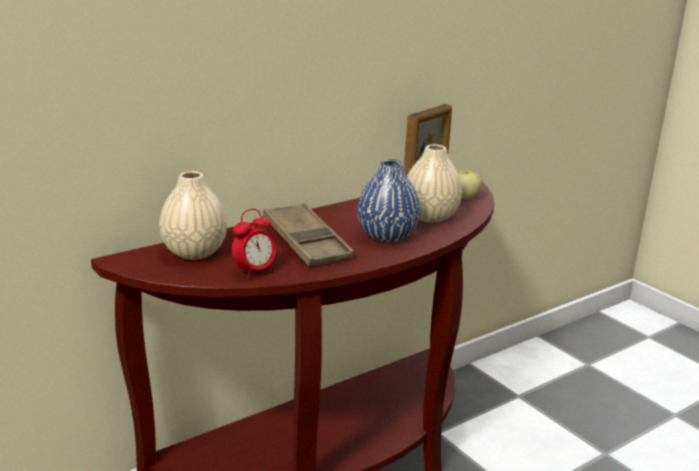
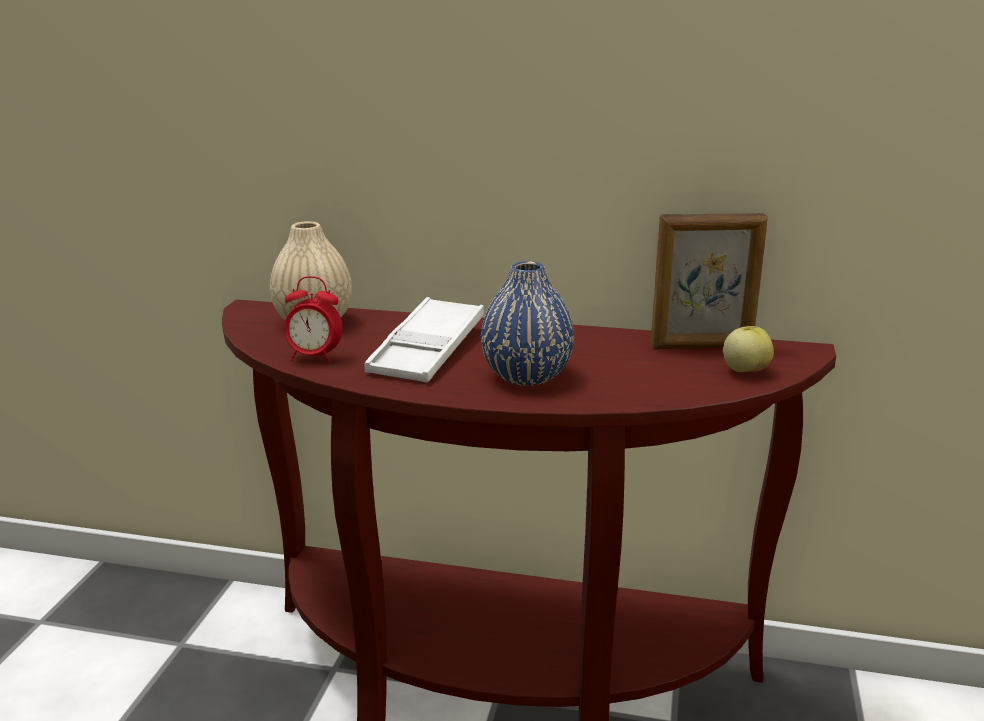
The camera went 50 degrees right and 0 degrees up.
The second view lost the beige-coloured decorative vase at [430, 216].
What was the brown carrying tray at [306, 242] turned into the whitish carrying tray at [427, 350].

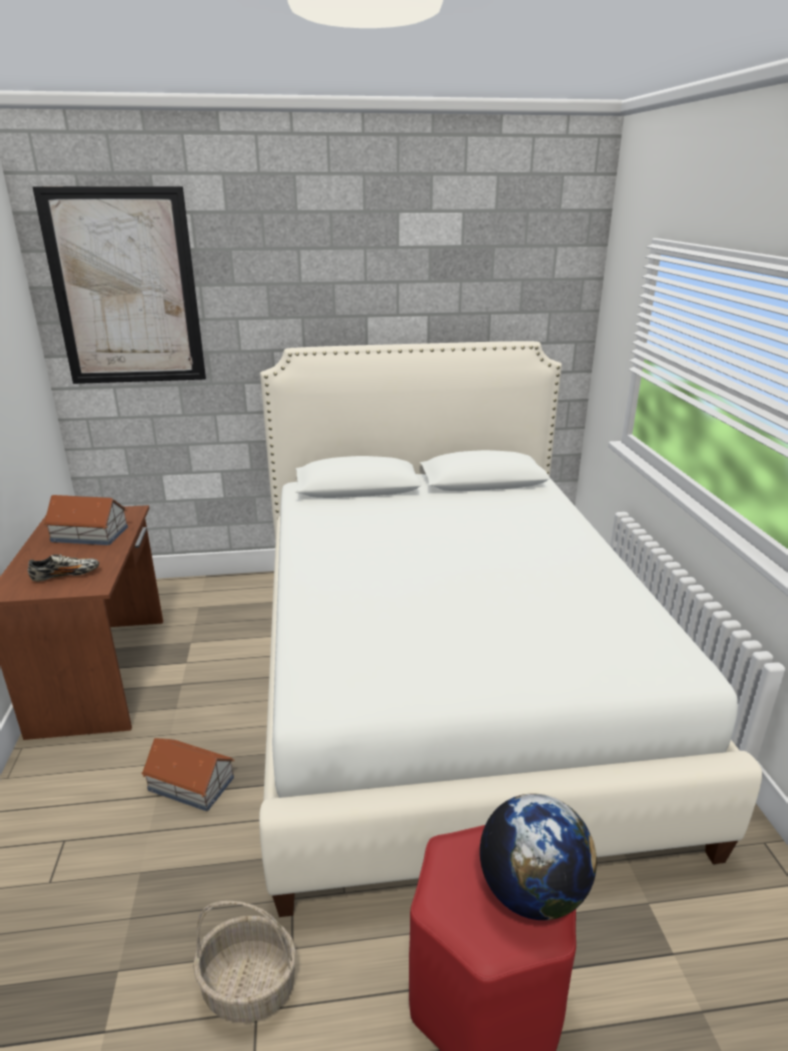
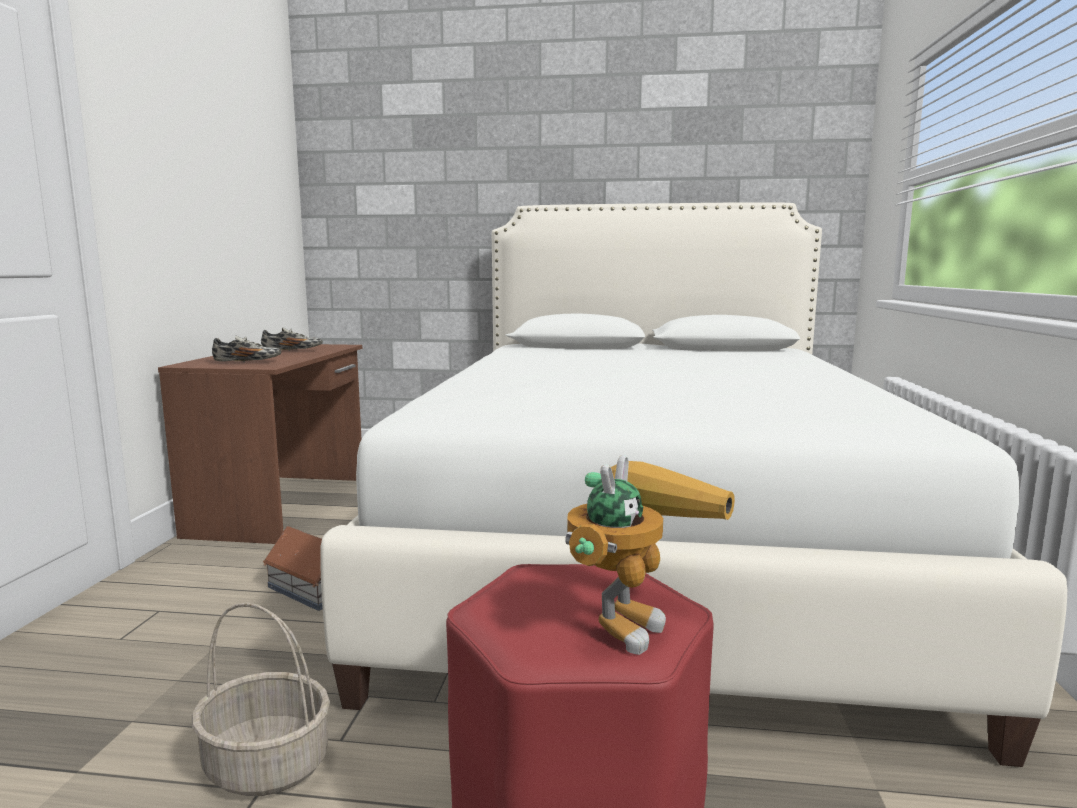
The camera went 15 degrees right and 15 degrees down.
The second view lost the wall art at [125, 289].
Where the model house stood at [89, 534], the item of footwear came to stand at [292, 350].
Where the world globe stood at [531, 892], the model robot came to stand at [631, 617].

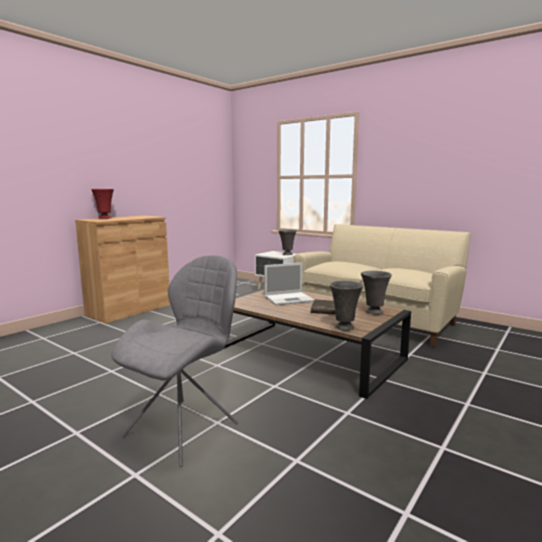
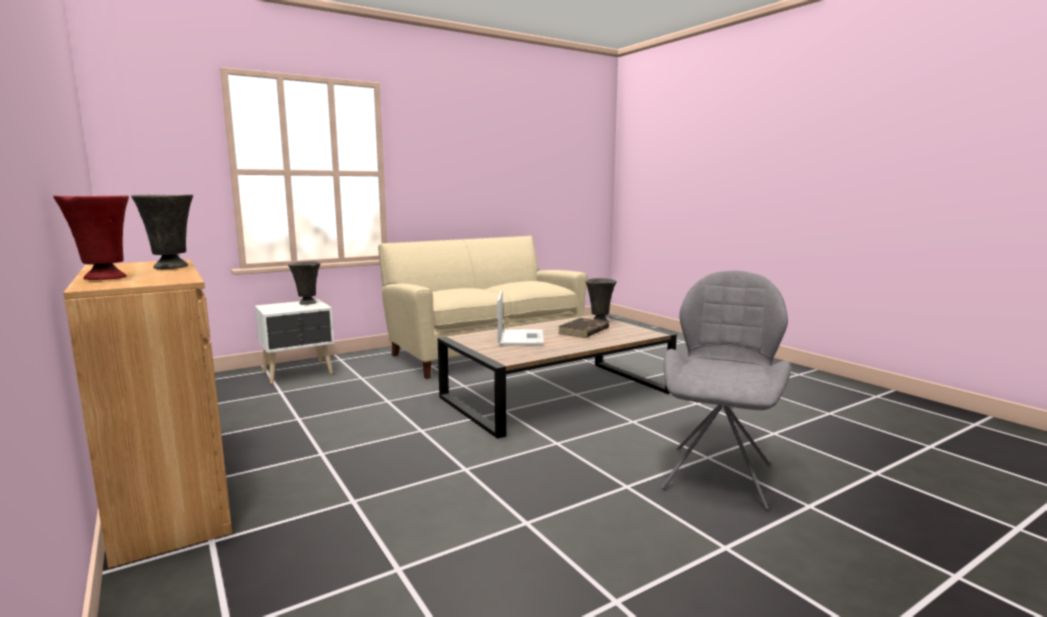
The camera went 70 degrees left and 0 degrees up.
The gray decorative vase ended up elsewhere, having gone from [344, 328] to [171, 267].
The gray upright chair at [185, 428] ended up facing another way, 60 degrees clockwise from before.

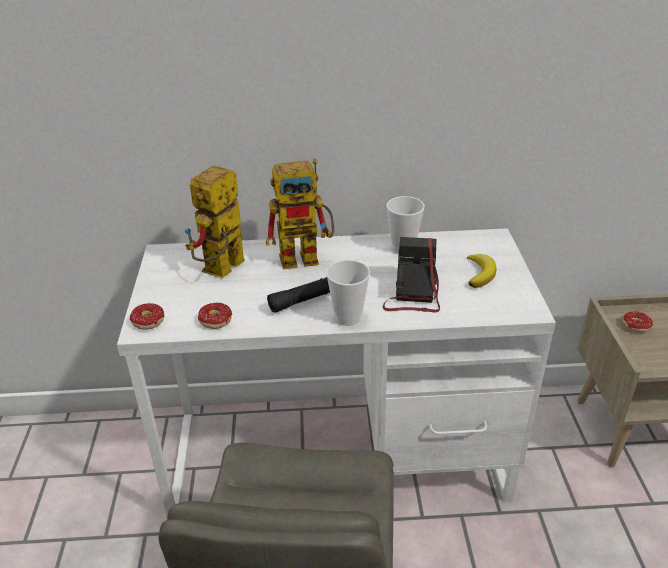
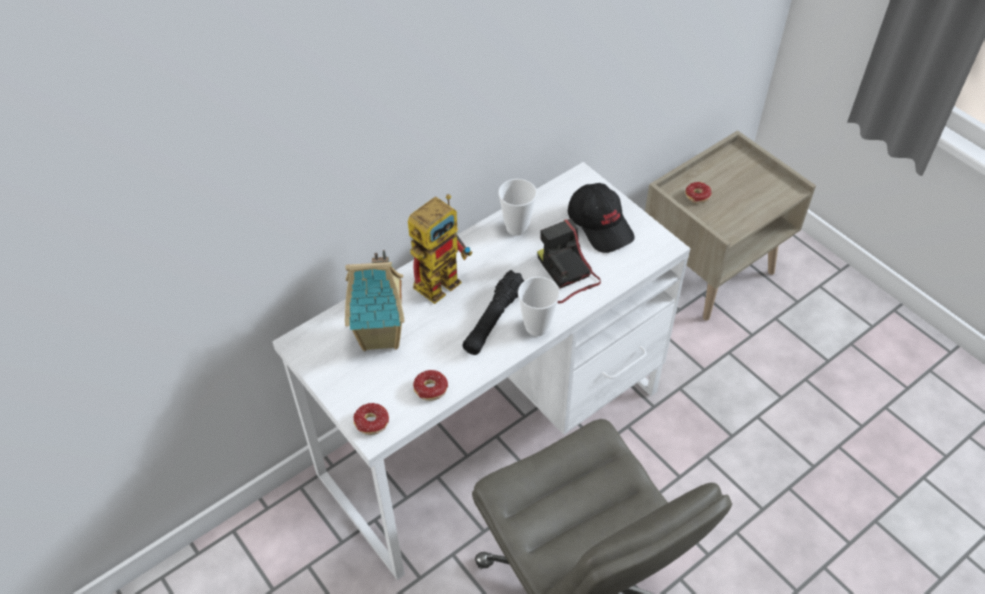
The camera went 35 degrees left and 15 degrees up.
Where the model robot stood at [221, 272], the model house came to stand at [382, 336].
Where the whole banana stood at [480, 273], the black-coloured cap came to stand at [600, 225].

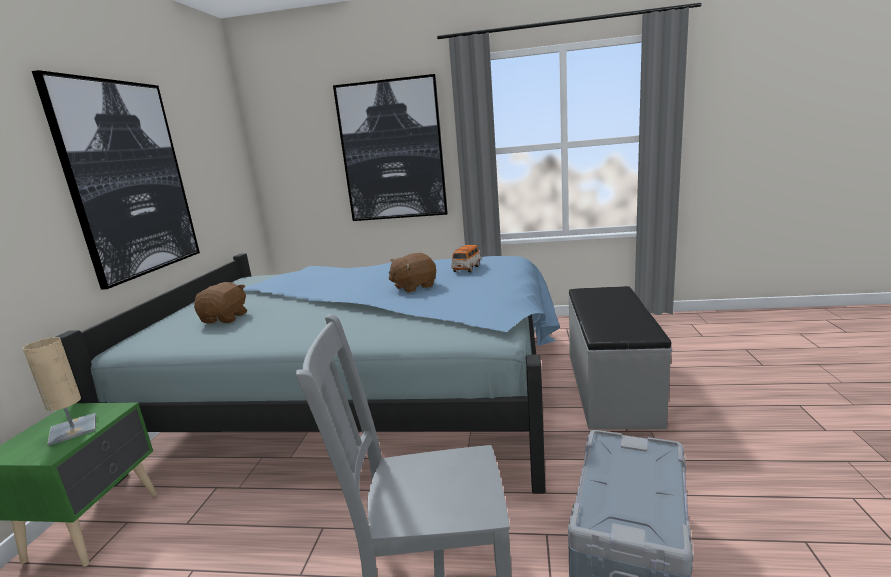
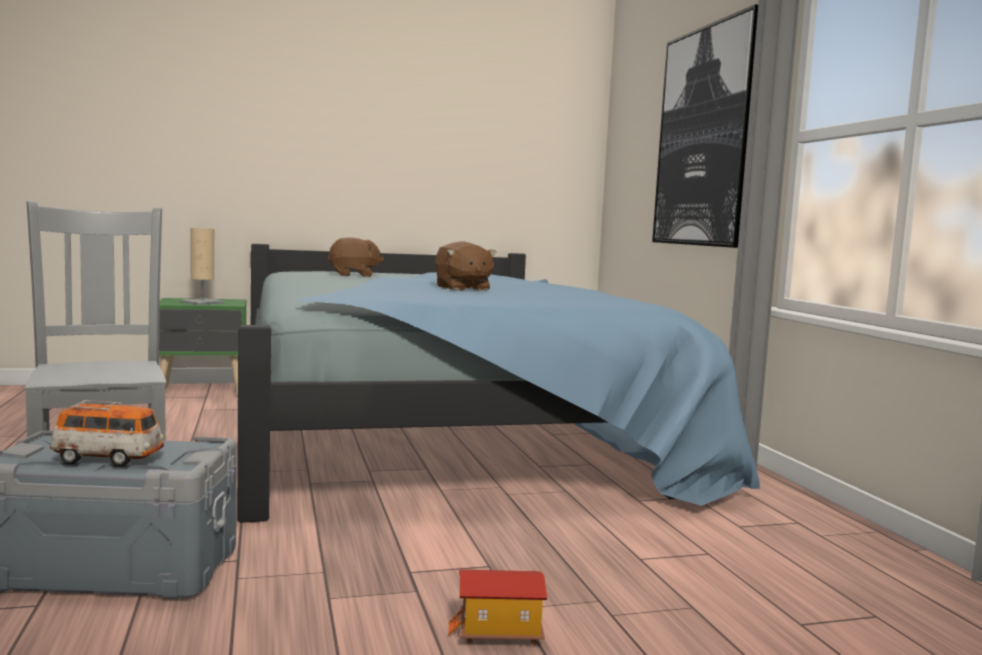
The camera went 65 degrees right and 10 degrees down.
The second view lost the wall art at [128, 179].
The second view lost the gray long seat at [609, 386].
The second view gained the model house at [499, 633].
The model car ended up elsewhere, having gone from [467, 268] to [108, 459].
The brown plush toy at [413, 287] ended up facing another way, 150 degrees counterclockwise from before.

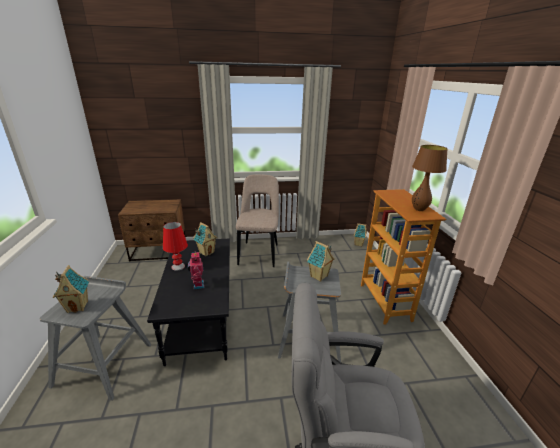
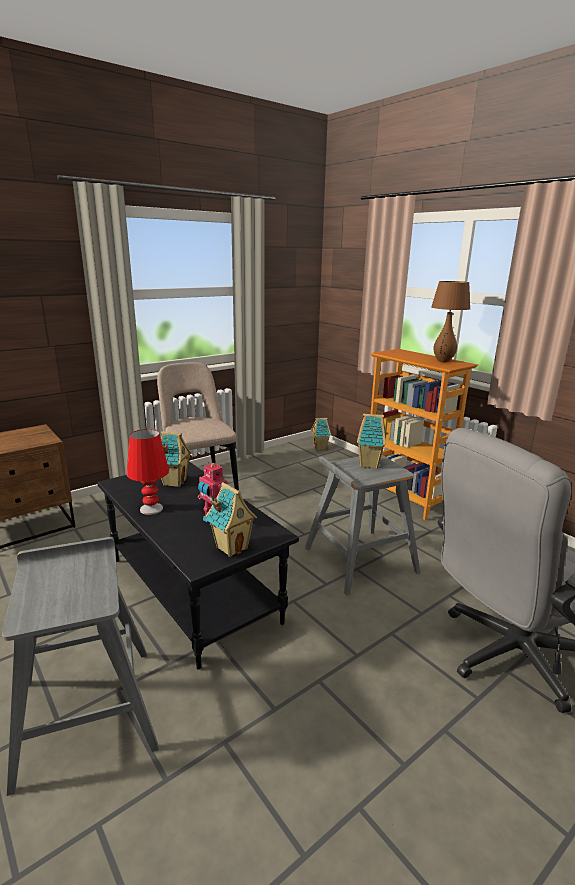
The camera went 30 degrees left and 5 degrees down.
The model house ended up elsewhere, having gone from [78, 306] to [231, 547].

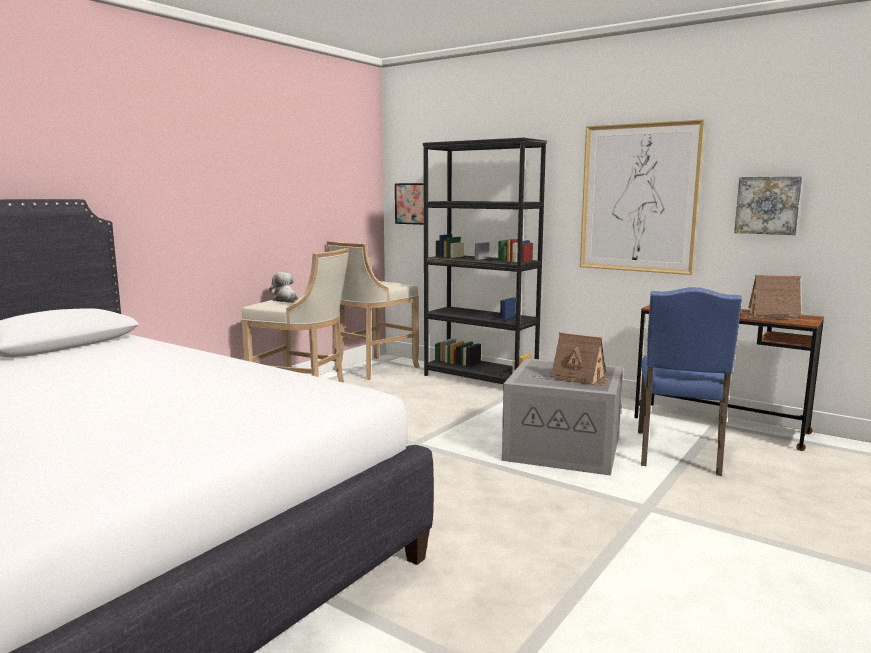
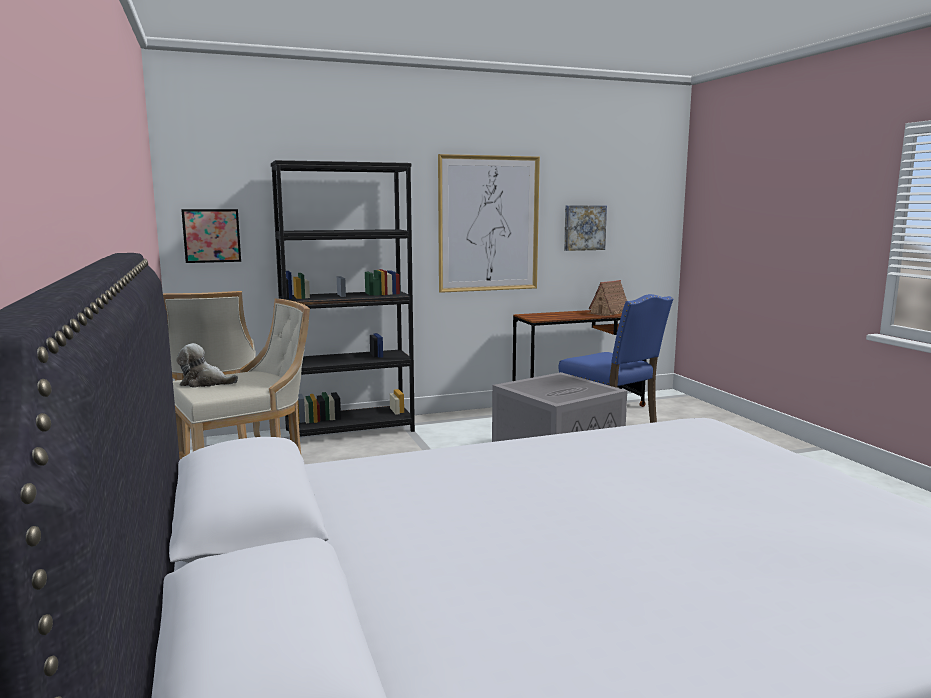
The camera went 55 degrees left and 0 degrees up.
The second view lost the model house at [581, 378].

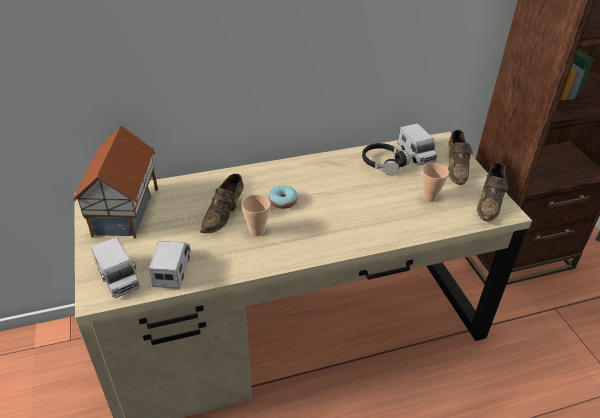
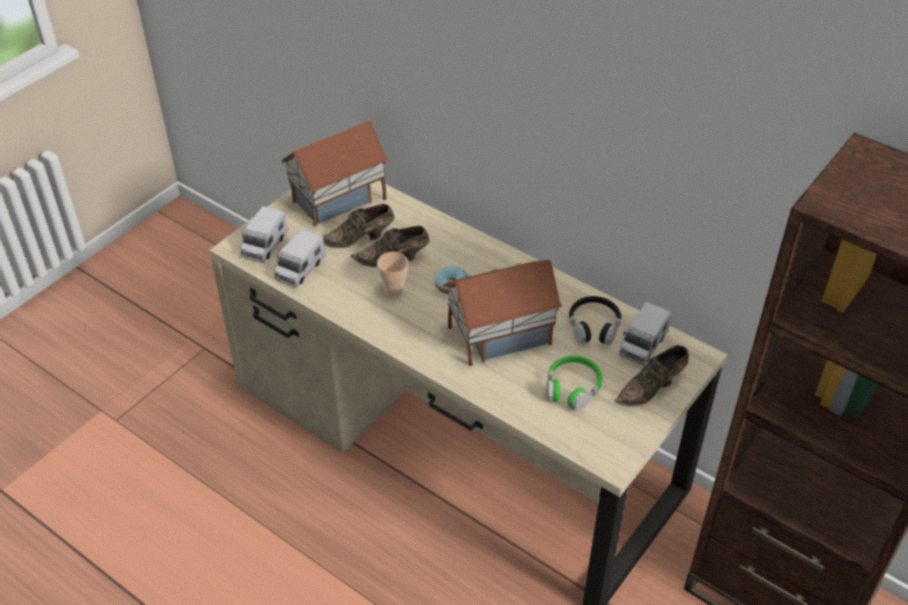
The camera went 55 degrees right and 5 degrees up.
The second view gained the model house at [499, 335].
The brown item of footwear ended up elsewhere, having gone from [489, 203] to [360, 239].
Where the cup stood at [429, 197], the green headset came to stand at [572, 388].
The toy truck at [173, 270] ended up facing another way, 150 degrees clockwise from before.

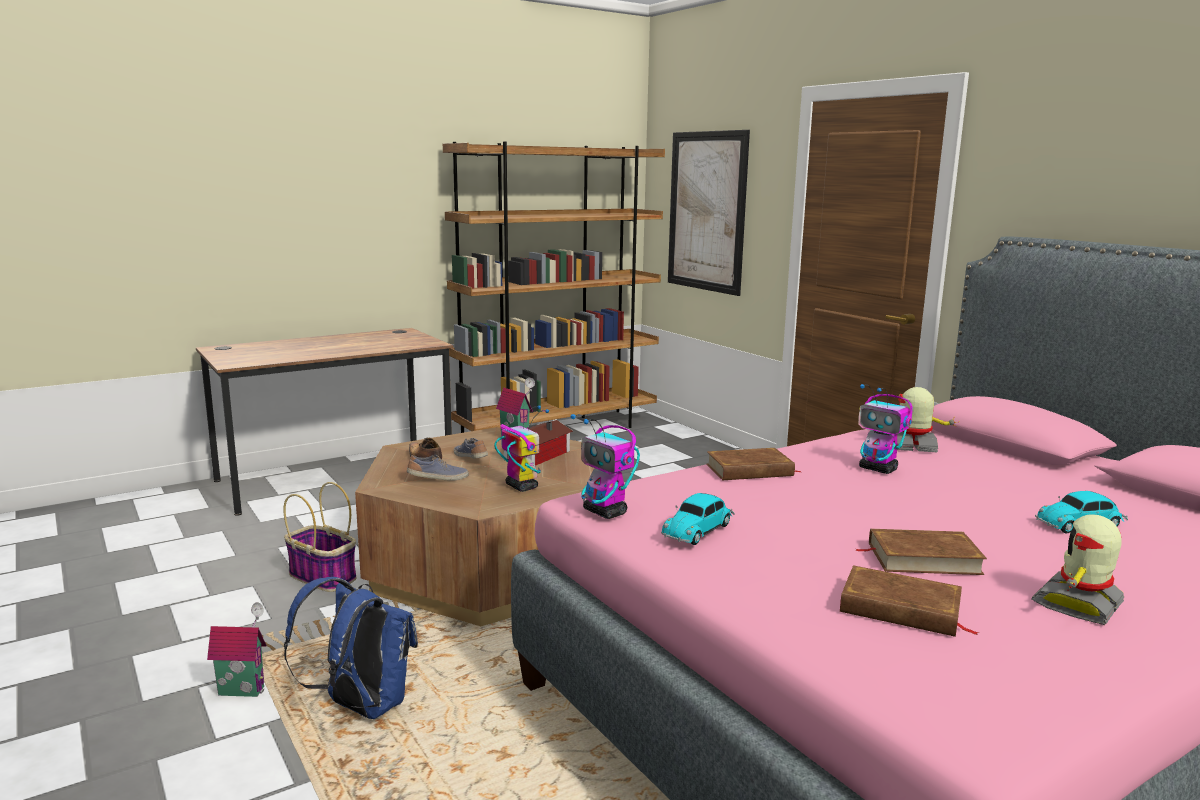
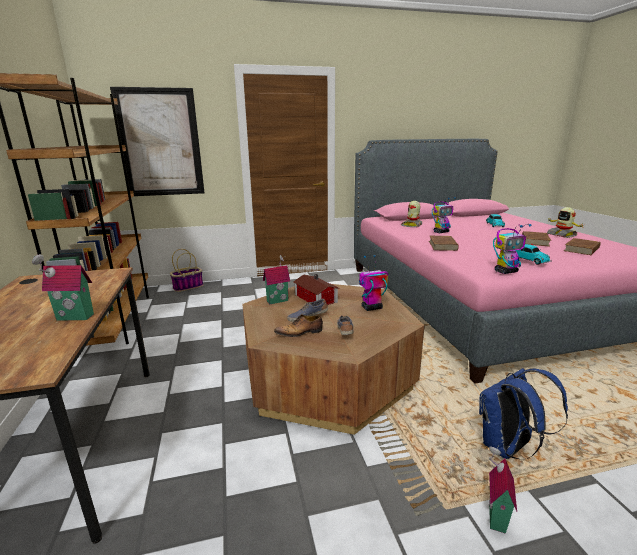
The camera went 70 degrees left and 5 degrees up.
The second view gained the model house at [73, 318].
The household basket ended up elsewhere, having gone from [324, 577] to [188, 287].

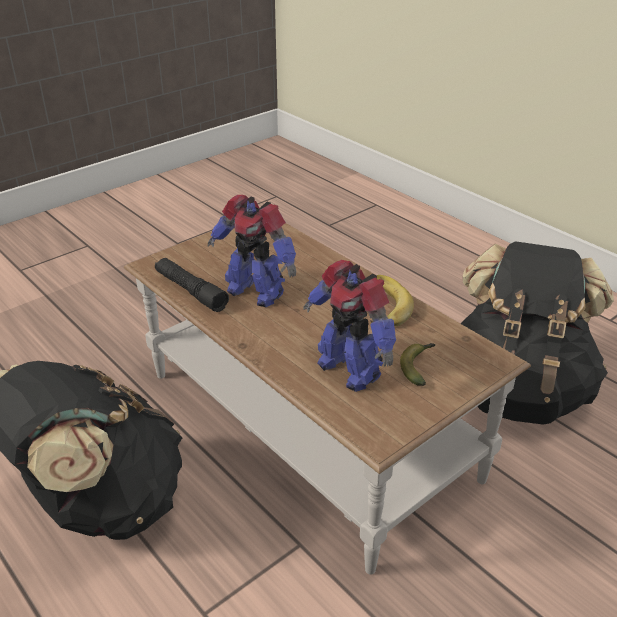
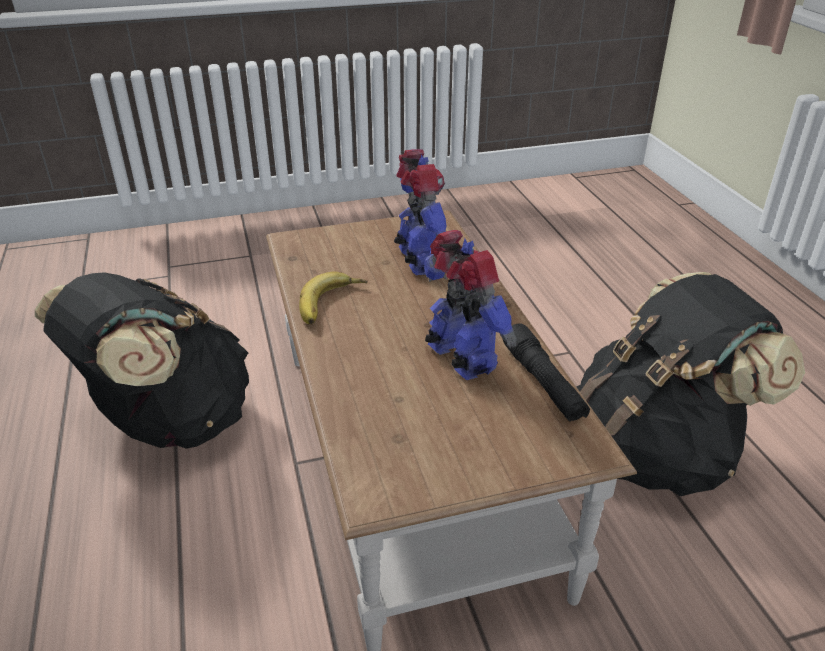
The camera went 155 degrees left and 0 degrees up.
The second view lost the whole banana at [418, 366].

